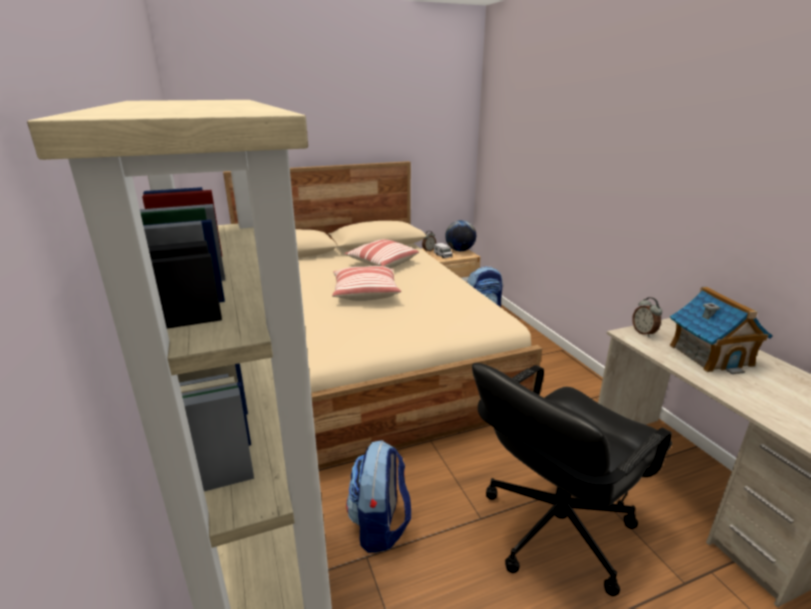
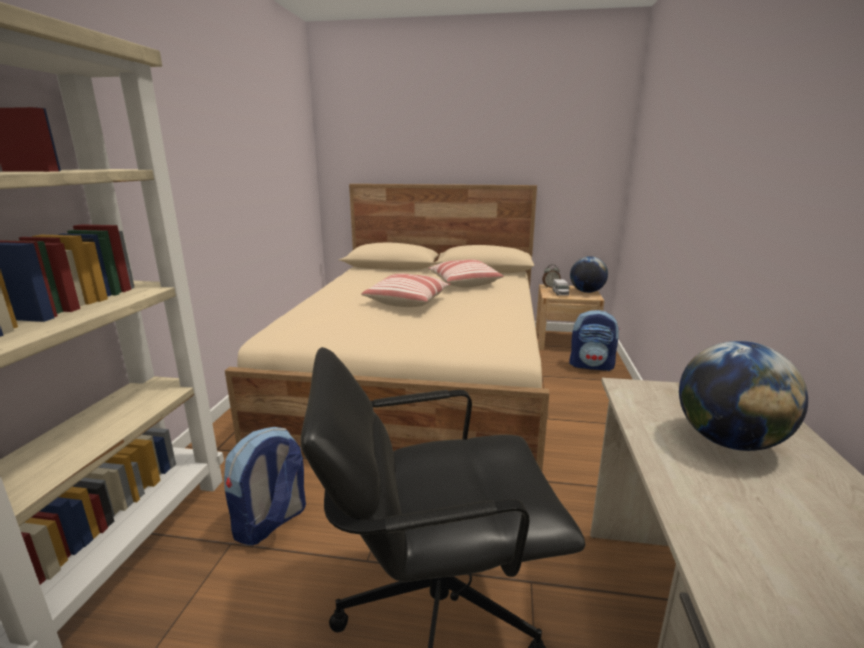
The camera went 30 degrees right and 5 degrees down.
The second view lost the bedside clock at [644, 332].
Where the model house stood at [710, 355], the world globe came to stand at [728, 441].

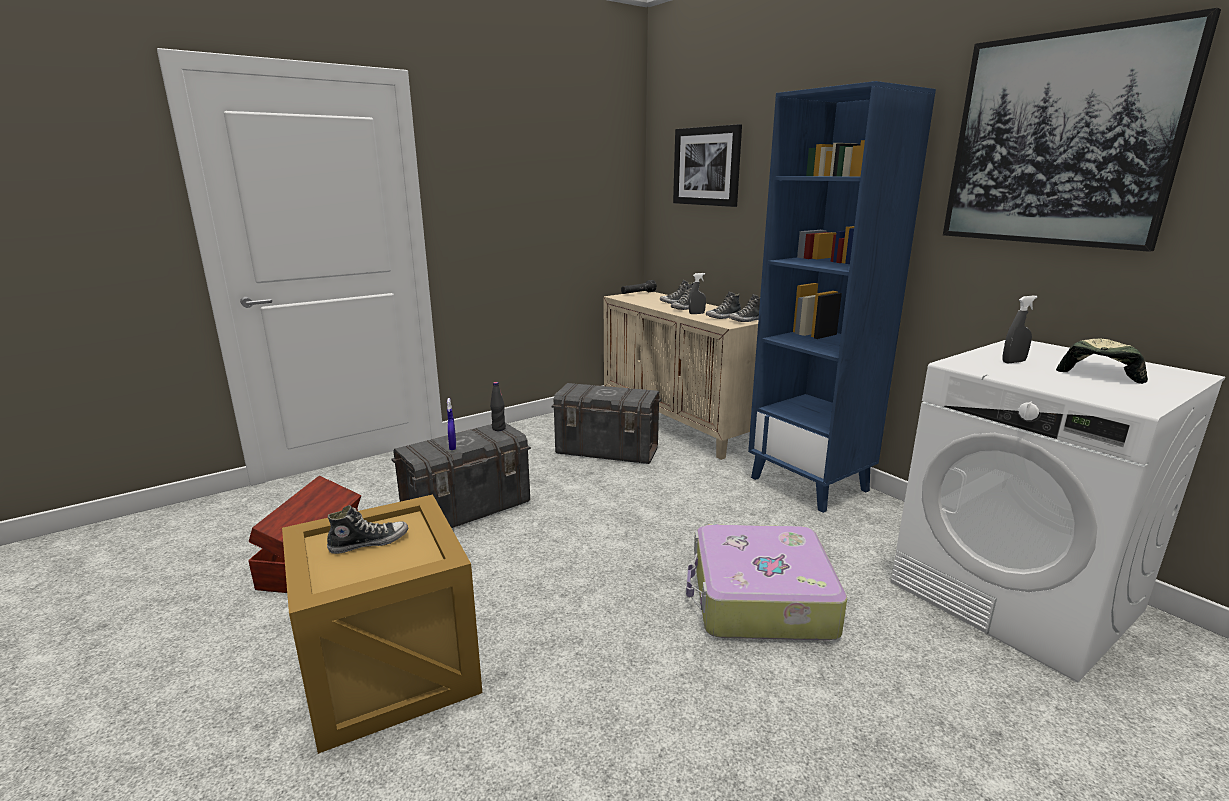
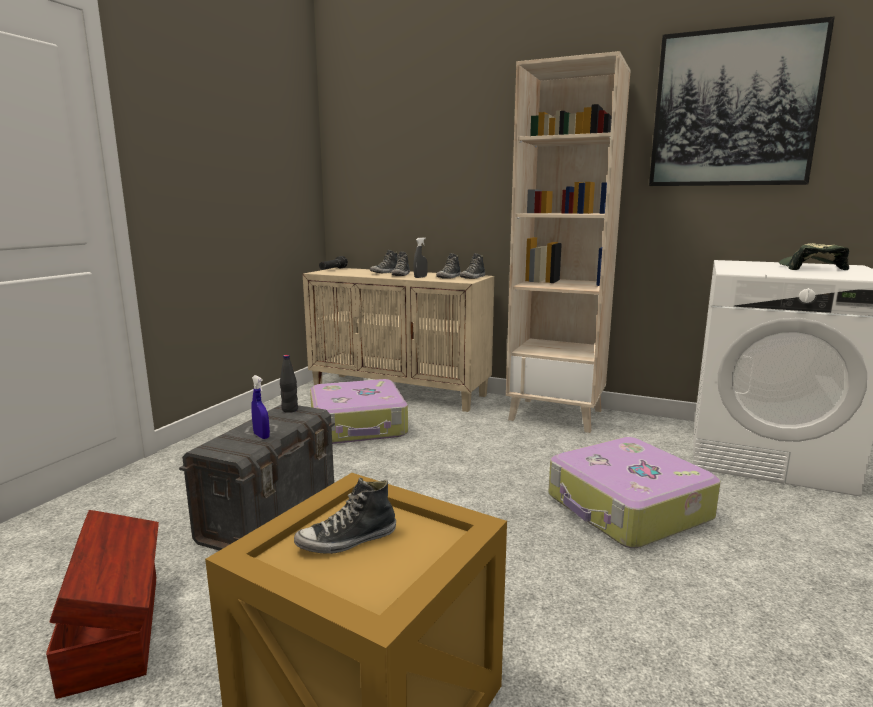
The camera went 30 degrees left and 5 degrees down.
The second view lost the wall art at [707, 166].
The second view lost the gray spray bottle at [1013, 362].
Where the gray storage bin stood at [607, 451], the piece of luggage came to stand at [359, 425].
What was the blue-coloured bookshelf at [810, 484] turned into the beige-coloured bookshelf at [556, 415].
The item of footwear at [369, 542] ended up facing another way, 150 degrees counterclockwise from before.

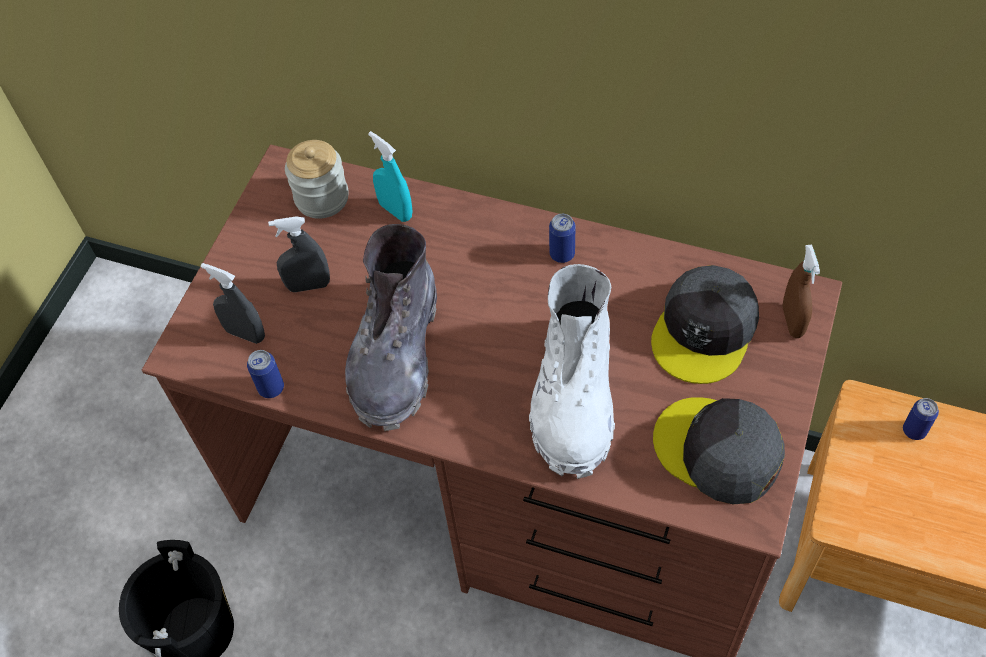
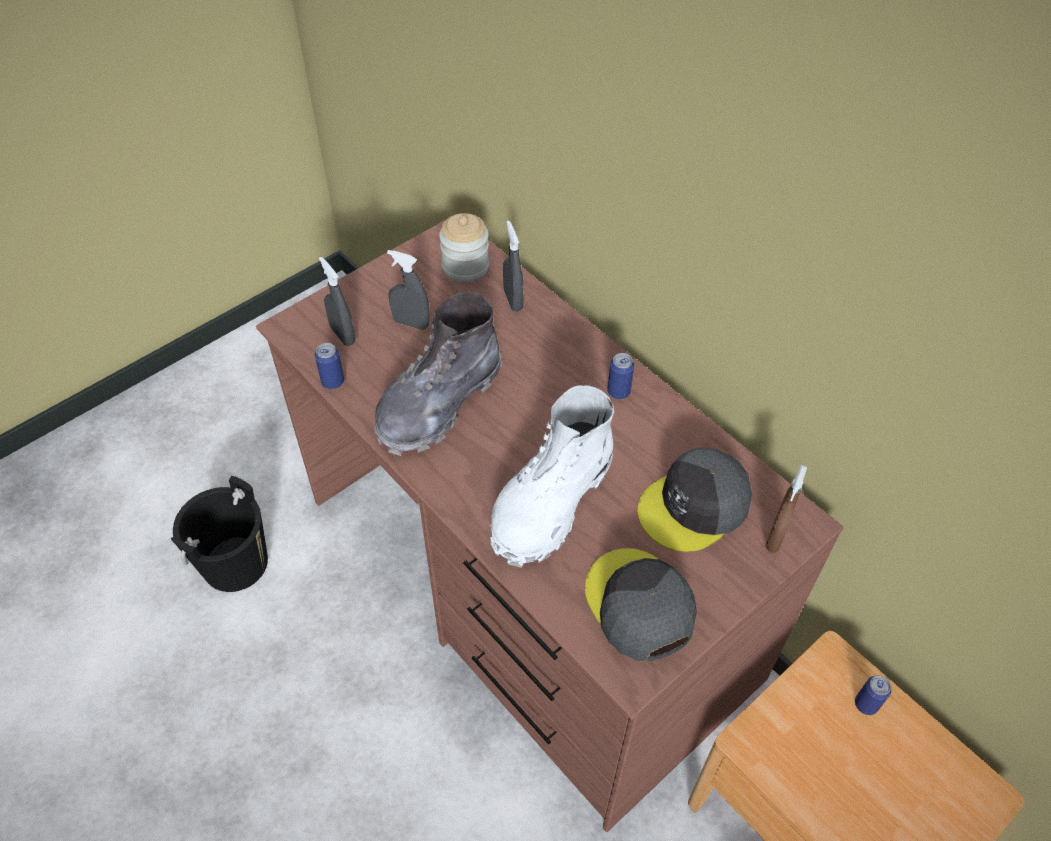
The camera went 25 degrees right and 5 degrees down.
What was the turquoise-coloured spray bottle at [395, 210] turned into the gray spray bottle at [513, 300].

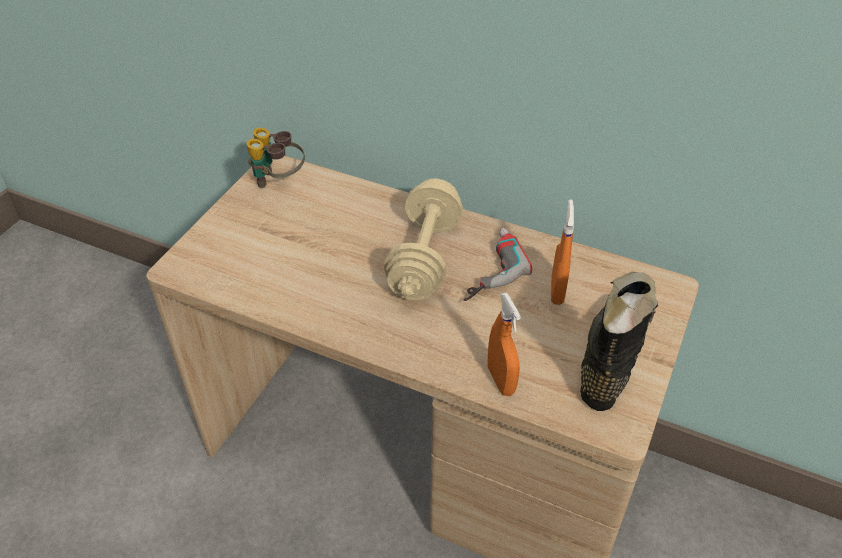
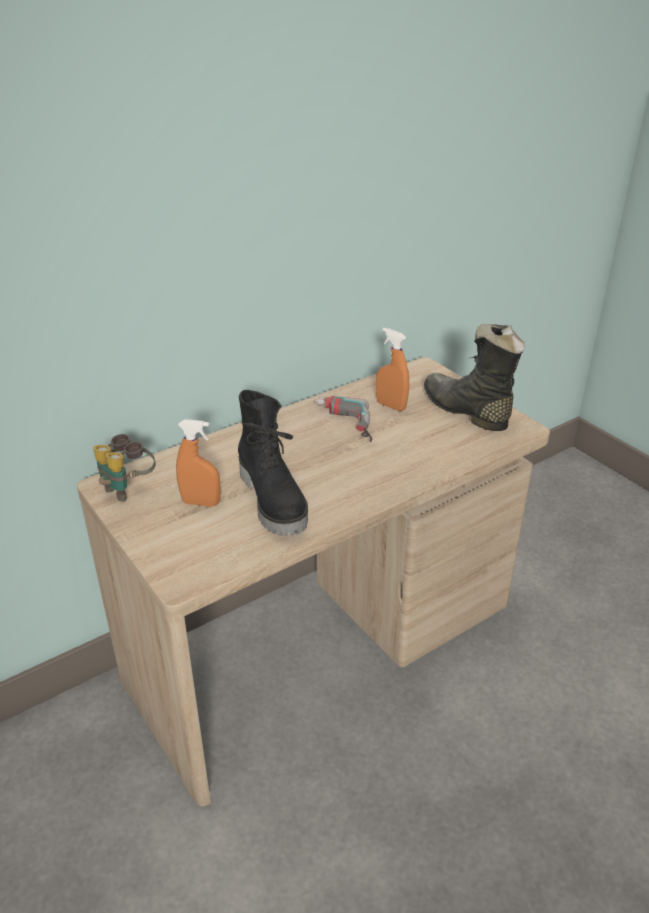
The camera went 60 degrees left and 10 degrees down.
The second view lost the beige-coloured hand weight at [424, 258].
The second view gained the black-coloured tall boot at [274, 500].
The orange spray bottle ended up elsewhere, having gone from [501, 380] to [201, 503].

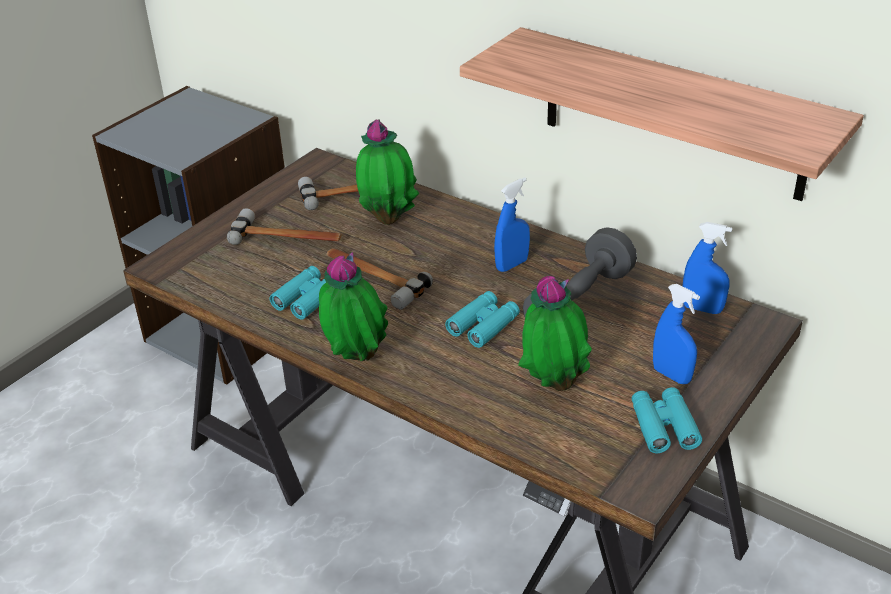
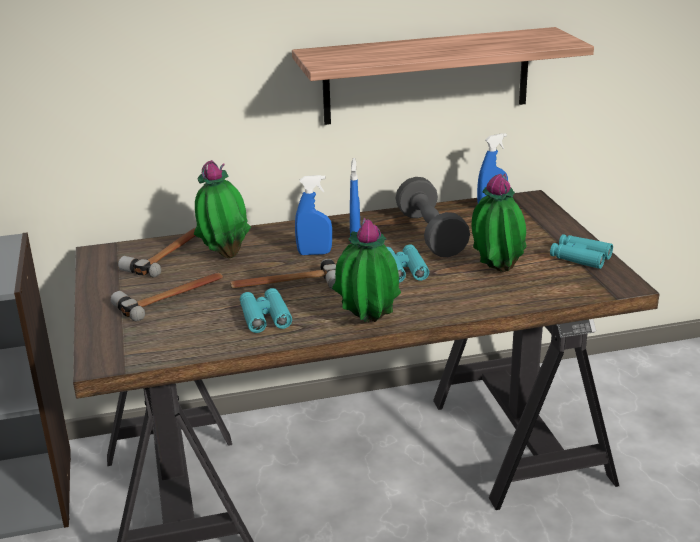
The camera went 50 degrees left and 10 degrees down.
The blue-coloured spray bottle ended up elsewhere, having gone from [671, 375] to [314, 253].

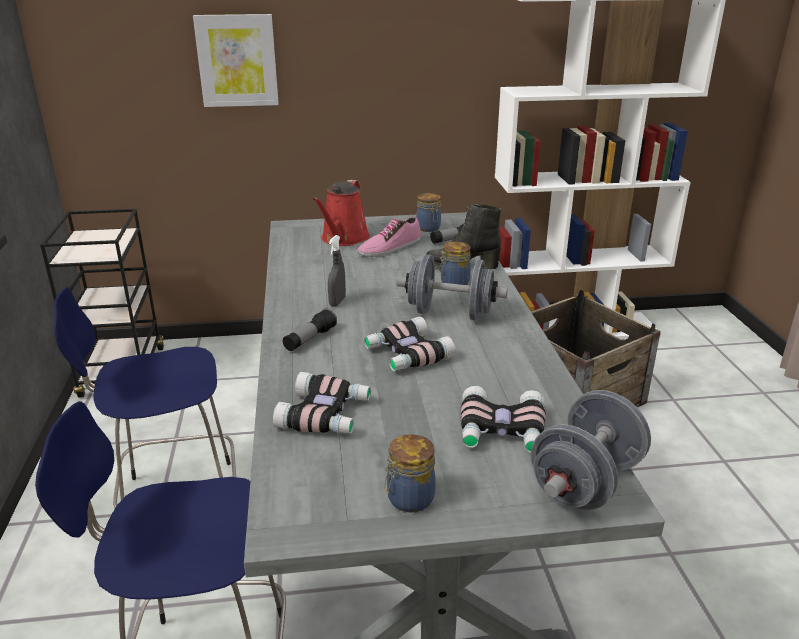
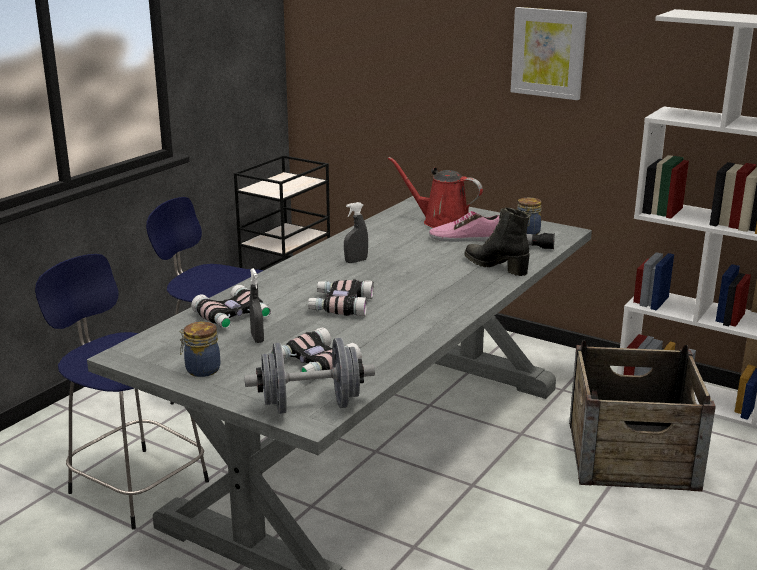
The camera went 40 degrees right and 5 degrees down.
The second view lost the hand torch at [310, 339].
The second view lost the gray hand weight at [450, 313].
The second view lost the storage jar at [453, 283].
The second view gained the gray spray bottle at [257, 338].
The wall art ended up elsewhere, having gone from [237, 61] to [548, 53].
The reddish sprinkling can at [343, 239] ended up facing another way, 60 degrees clockwise from before.

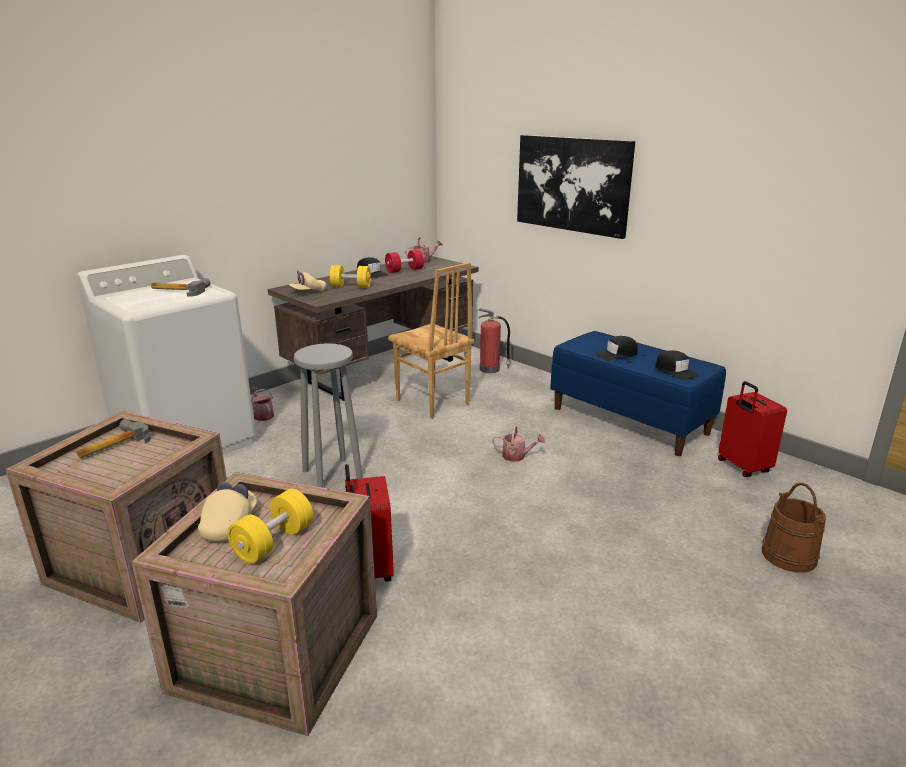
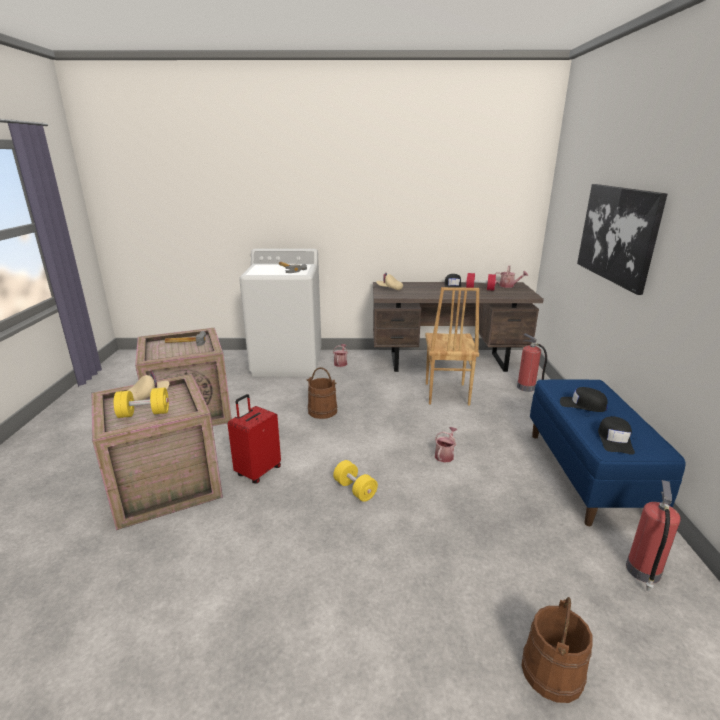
The camera went 45 degrees right and 0 degrees up.
The yellow-coloured hand weight ended up elsewhere, having gone from [351, 286] to [355, 489].
Where the gray stool stood at [333, 474], the brown pail came to stand at [322, 411].
Where the reddish piece of luggage stood at [742, 467], the extinguisher came to stand at [643, 572].
The sprinkling can at [517, 456] ended up facing another way, 120 degrees counterclockwise from before.

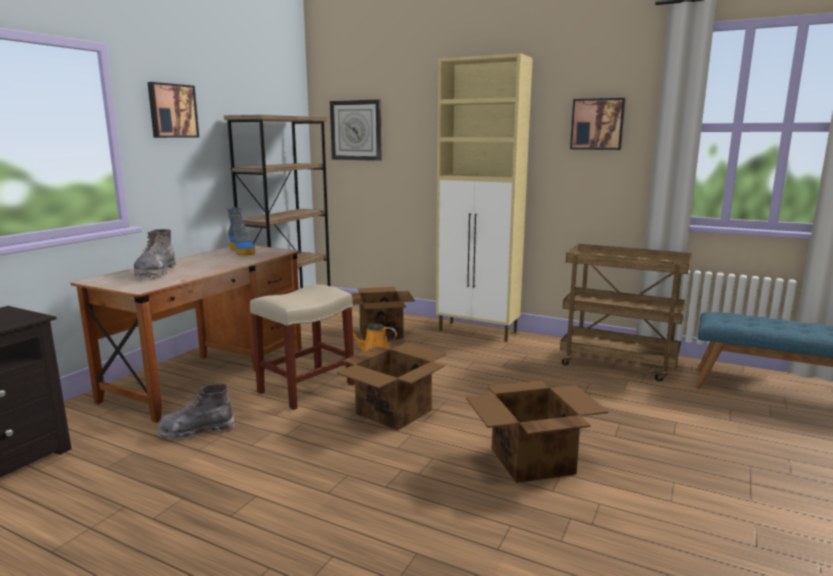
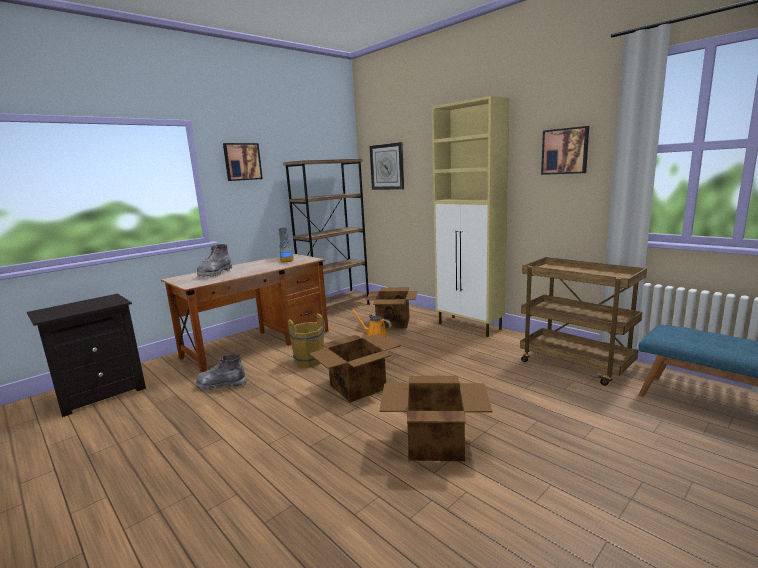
The camera went 20 degrees right and 0 degrees up.
Where the beige-coloured stool stood at [306, 389], the brown pail came to stand at [310, 362].

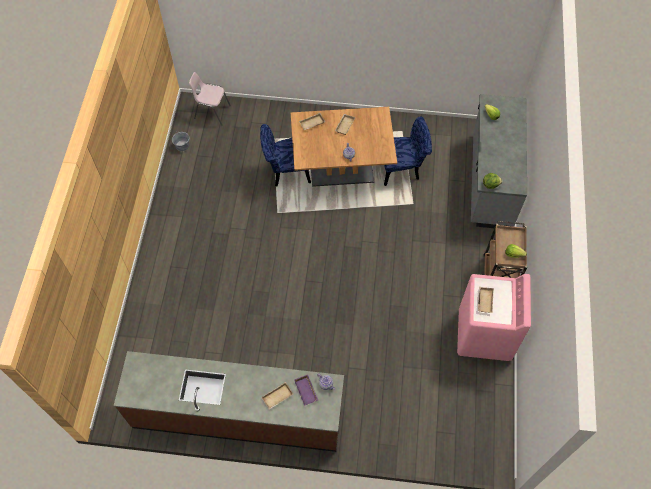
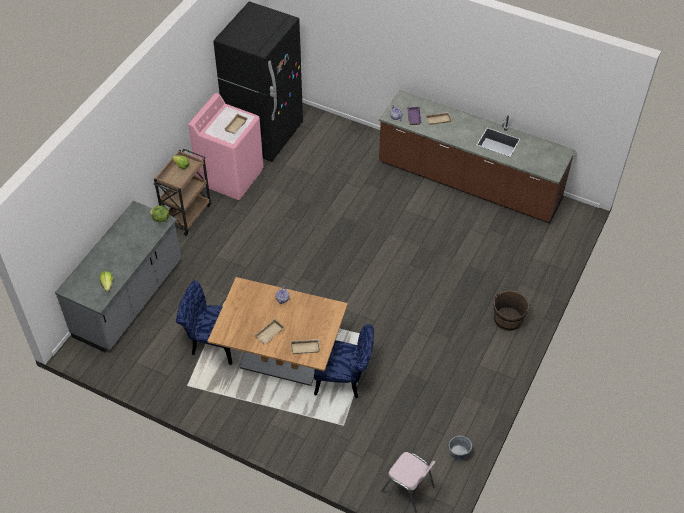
The camera went 160 degrees left and 10 degrees down.
The second view gained the black-coloured kitchen fridge at [265, 135].
The second view gained the brown pail at [508, 319].

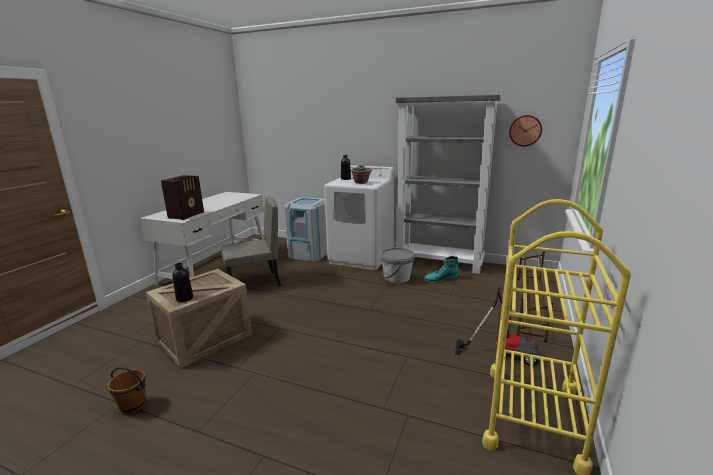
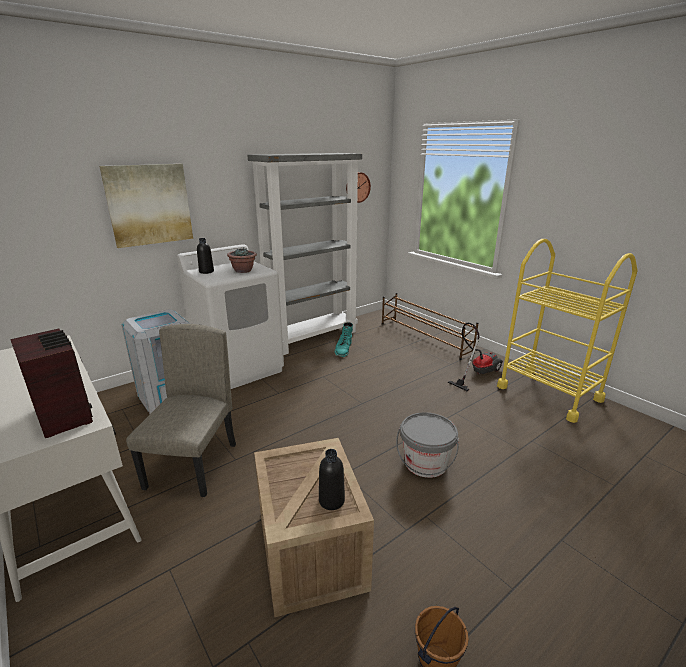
The camera went 60 degrees left and 5 degrees up.
The second view gained the wall art at [149, 204].
The gray pail ended up elsewhere, having gone from [397, 277] to [425, 463].

